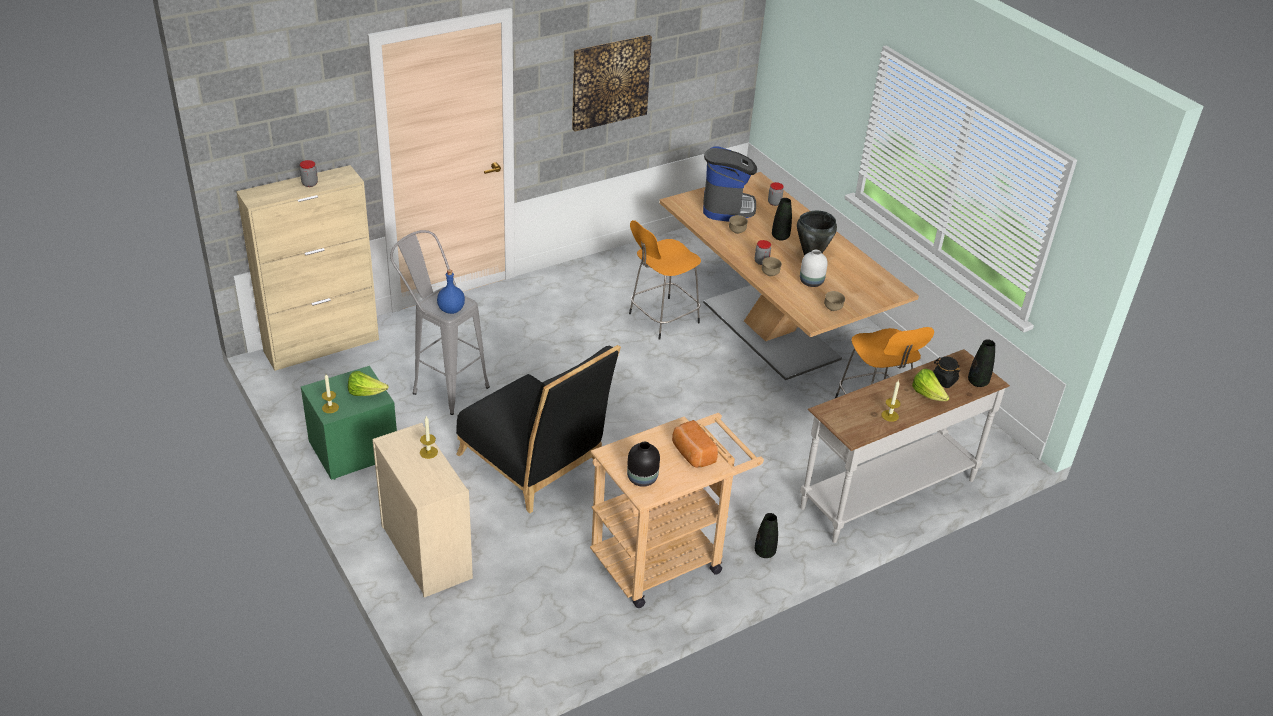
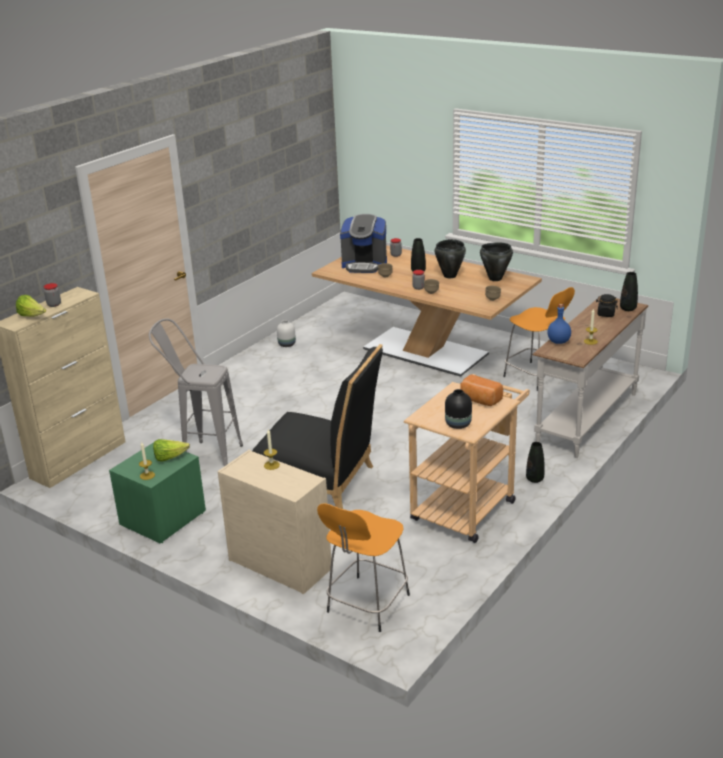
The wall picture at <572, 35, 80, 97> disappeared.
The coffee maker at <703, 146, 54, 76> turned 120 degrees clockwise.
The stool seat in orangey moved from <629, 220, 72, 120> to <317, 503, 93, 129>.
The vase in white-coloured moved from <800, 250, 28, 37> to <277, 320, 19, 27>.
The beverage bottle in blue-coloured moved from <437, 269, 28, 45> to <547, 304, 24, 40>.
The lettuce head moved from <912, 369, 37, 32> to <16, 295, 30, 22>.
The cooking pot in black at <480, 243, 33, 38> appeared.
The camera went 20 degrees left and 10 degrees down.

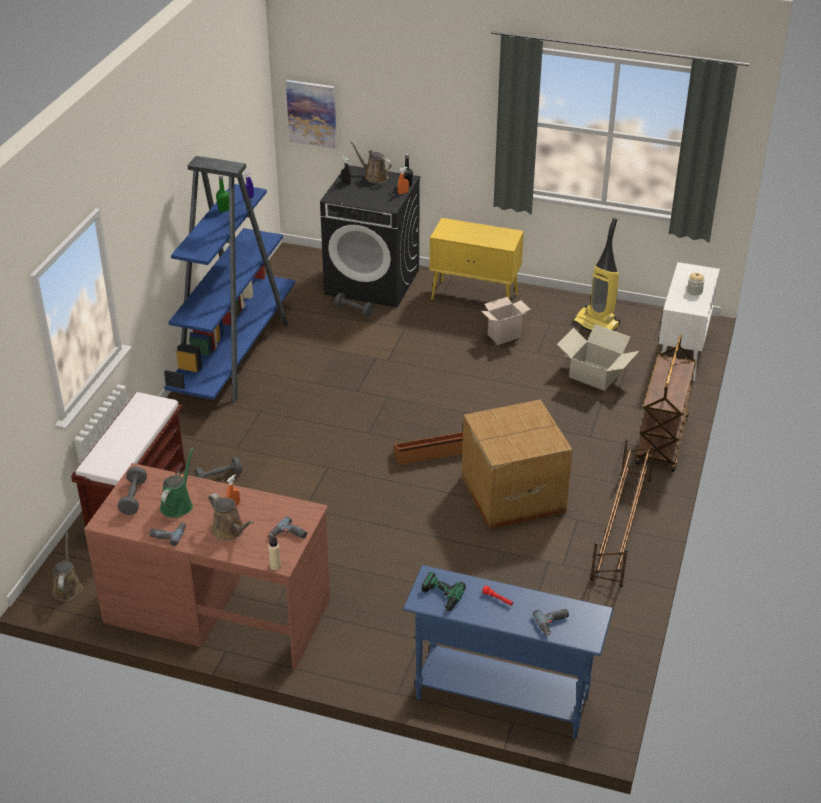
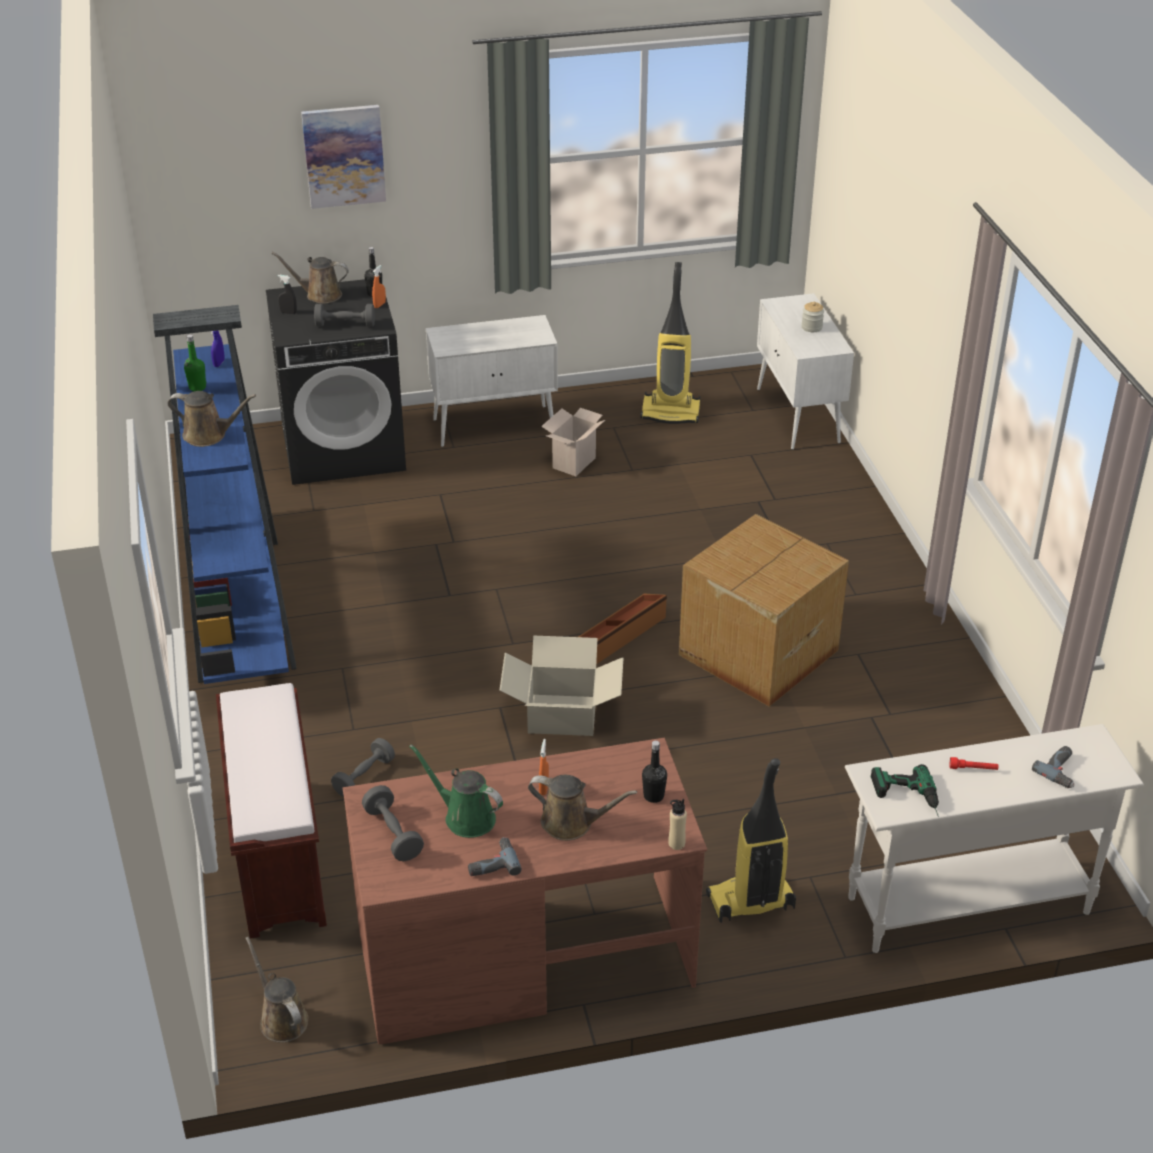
The wall picture moved from <286, 80, 51, 69> to <301, 105, 85, 104>.
The storage cabinet in yellowish at <430, 218, 94, 82> became the storage cabinet in white-coloured at <426, 315, 132, 132>.
The free weight in grey moved from <335, 293, 39, 24> to <314, 304, 61, 23>.
The packing box moved from <557, 324, 82, 67> to <499, 635, 125, 101>.
The trolley in brown-coloured at <635, 334, 61, 138> disappeared.
The shoe shelf in brown-coloured at <590, 439, 66, 148> disappeared.
The sprinkling can in greenish at <160, 448, 34, 70> turned 45 degrees counterclockwise.
The drill at <270, 516, 37, 23> was replaced by the beverage bottle in black at <642, 740, 25, 63>.
The console table in blue-coloured at <403, 565, 210, 174> became the console table in white-coloured at <845, 724, 299, 229>.
The sprinkling can in brown-coloured at <168, 391, 88, 56> appeared.
The hoover at <706, 758, 90, 165> appeared.
The camera went 30 degrees left and 0 degrees up.

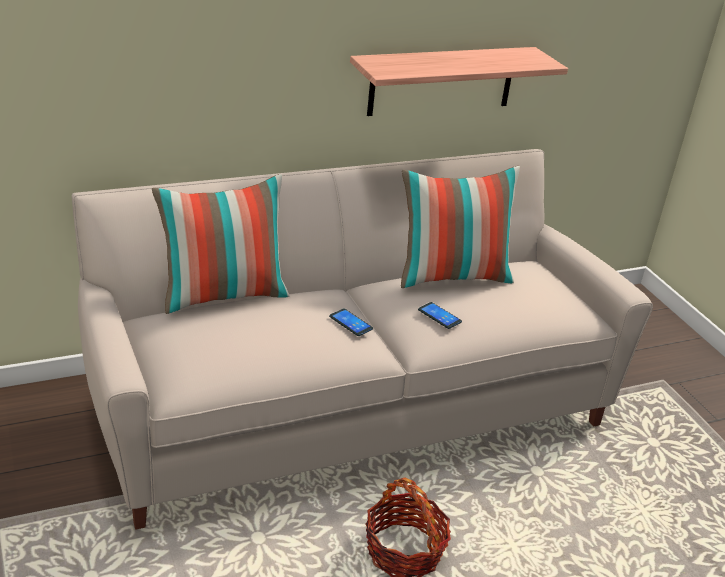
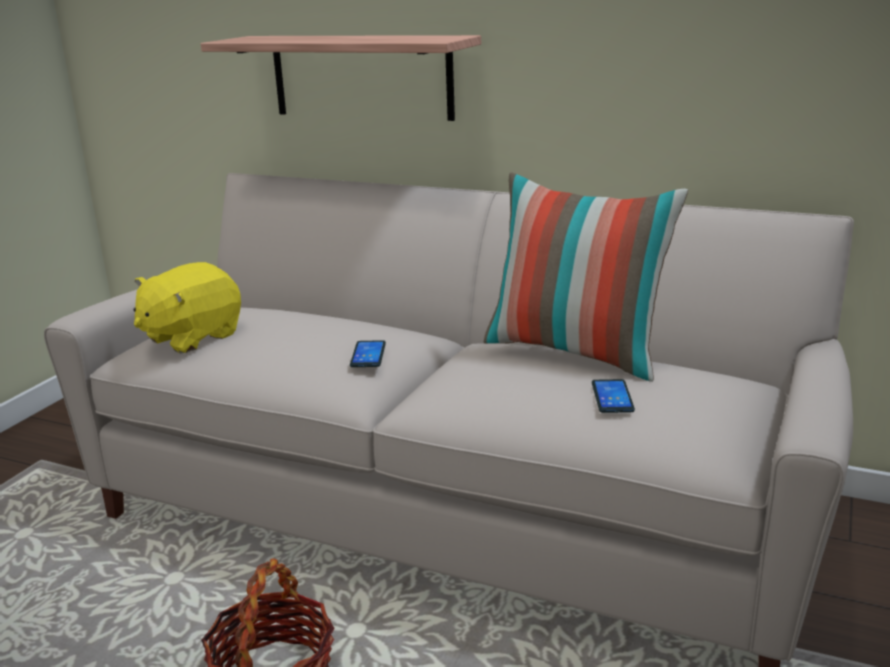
The wall shelf moved from <350, 47, 218, 69> to <201, 35, 280, 86>.
The throw pillow at <152, 174, 137, 140> disappeared.
The handset moved from <418, 302, 44, 27> to <592, 379, 43, 34>.
The cuddly toy in yellowish at <133, 262, 108, 92> appeared.
The camera went 50 degrees right and 10 degrees down.

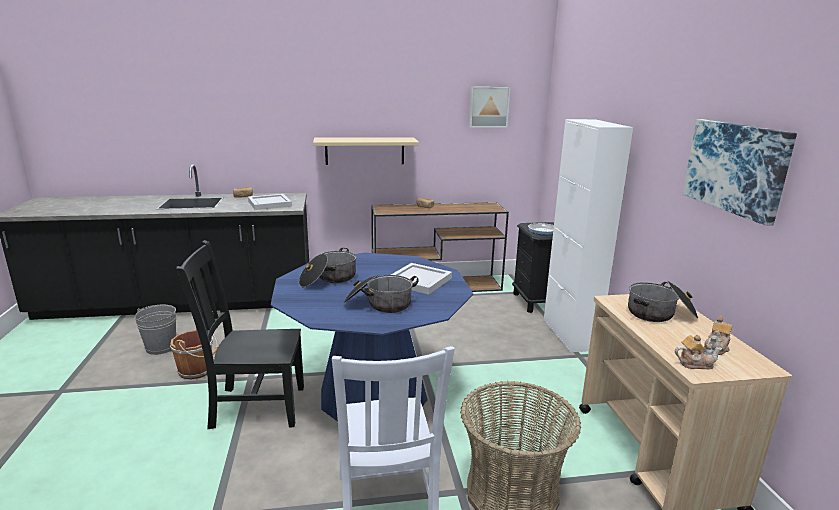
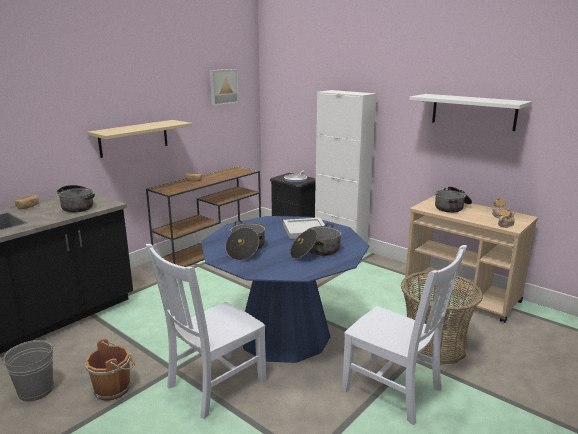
The wall picture at <682, 119, 115, 107> was replaced by the wall shelf in white-coloured at <409, 94, 123, 37>.
The tray in white-coloured at <248, 194, 44, 16> was replaced by the cooking pot at <57, 185, 38, 28>.
The upright chair in black at <176, 240, 128, 189> became the upright chair in white-coloured at <146, 244, 120, 175>.
The camera went 40 degrees left and 0 degrees up.

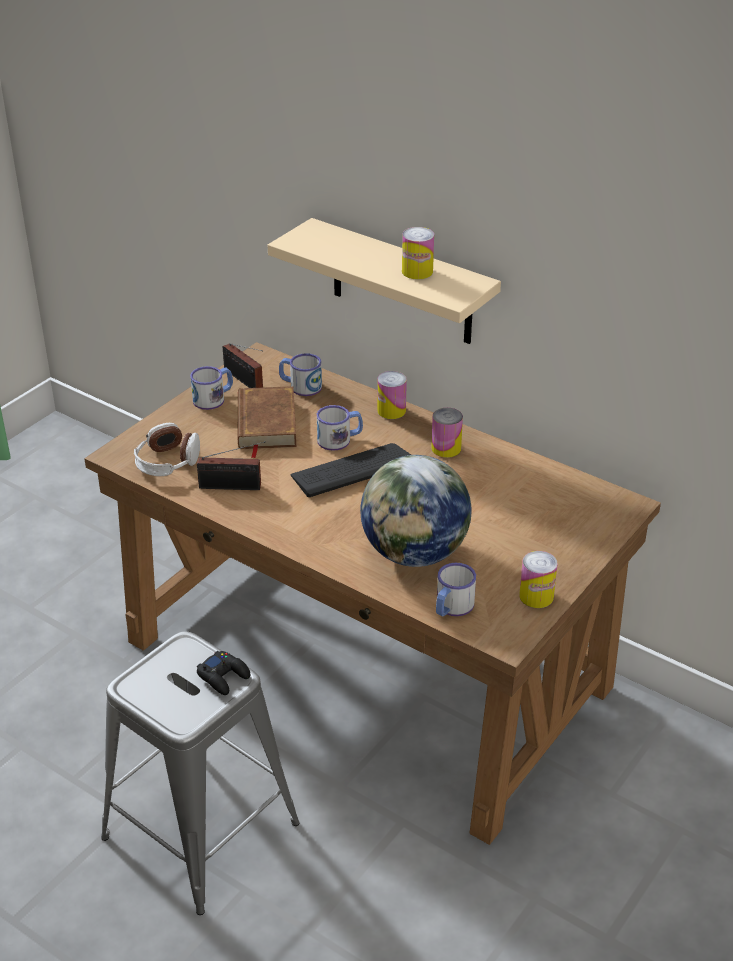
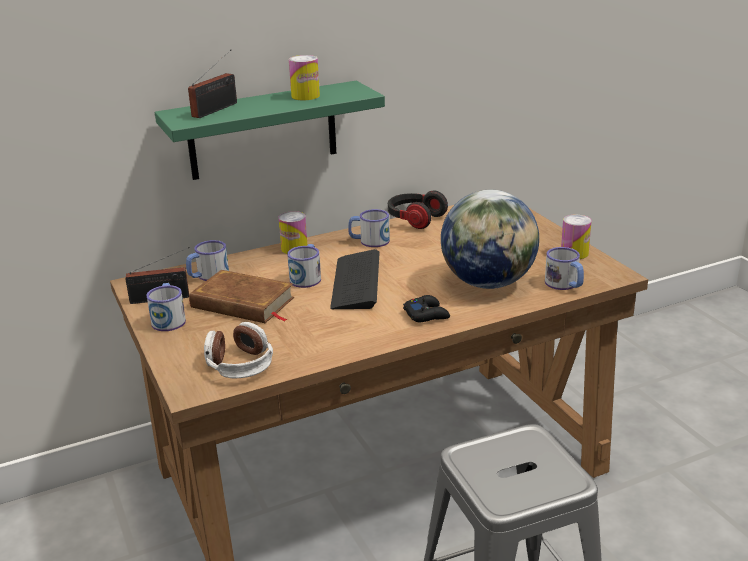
The wall shelf in sand-coloured at <268, 218, 233, 126> became the wall shelf in greenish at <155, 81, 230, 99>.
The sealed can at <431, 408, 32, 50> was replaced by the tea mug at <348, 209, 42, 38>.
The radio receiver moved from <197, 441, 69, 49> to <188, 49, 49, 69>.
The gamepad in black moved from <197, 651, 53, 44> to <403, 295, 47, 27>.
The headset at <388, 190, 60, 39> appeared.
The camera went 60 degrees left and 10 degrees down.

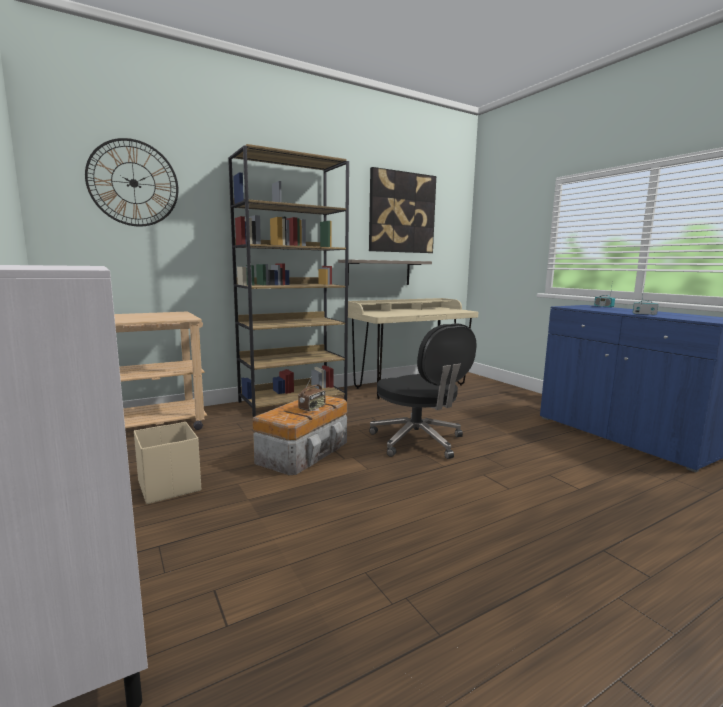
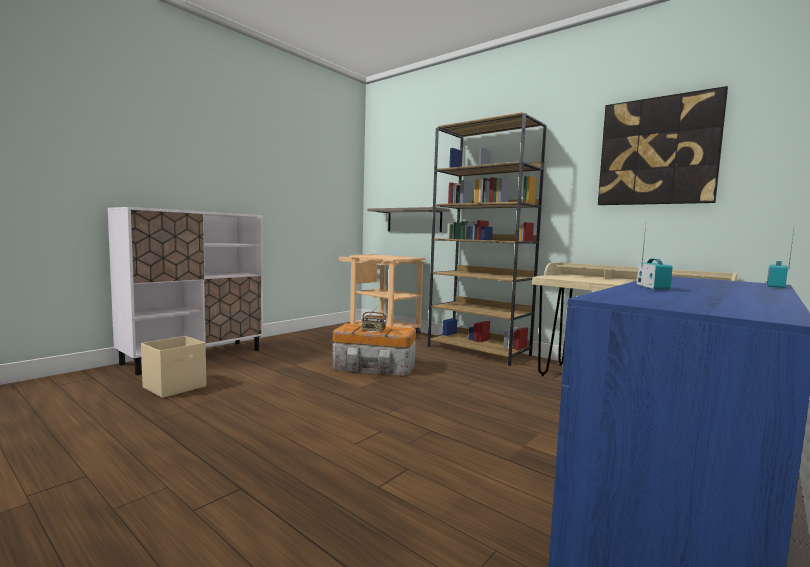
The clock on the wall at <85, 138, 93, 89> disappeared.
The wall shelf moved from <338, 260, 94, 26> to <368, 207, 82, 26>.
The office chair in black at <369, 323, 108, 136> disappeared.
The storage container in sand-coloured moved from <134, 422, 67, 82> to <141, 336, 65, 62>.
The camera went 70 degrees right and 5 degrees down.

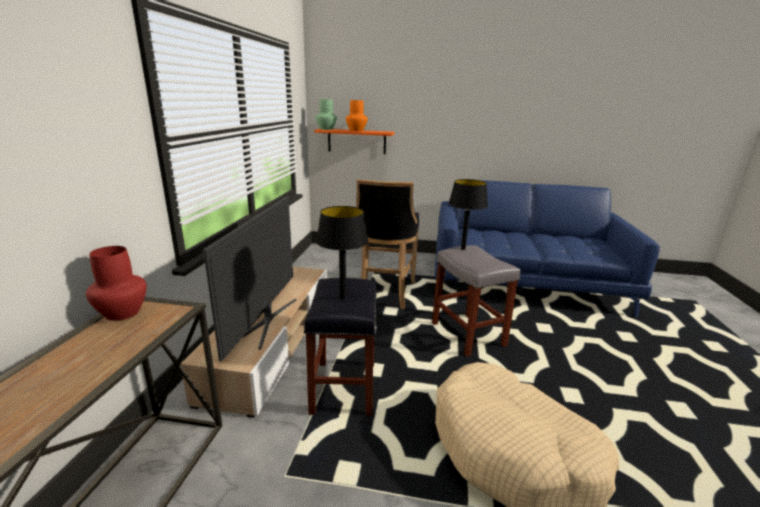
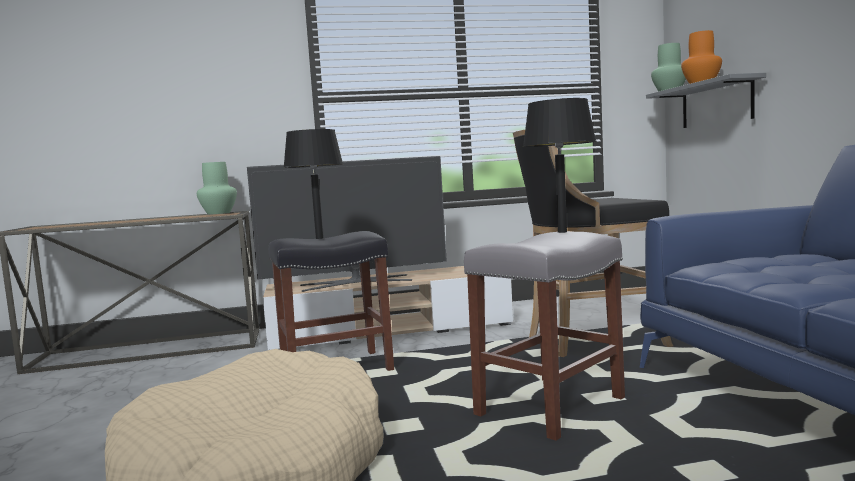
The wall shelf in orangey at <314, 129, 81, 25> became the wall shelf in grey at <646, 73, 120, 55>.
The vase in red-coloured at <86, 246, 61, 75> became the vase in greenish at <197, 162, 40, 52>.
The camera went 70 degrees right and 15 degrees down.

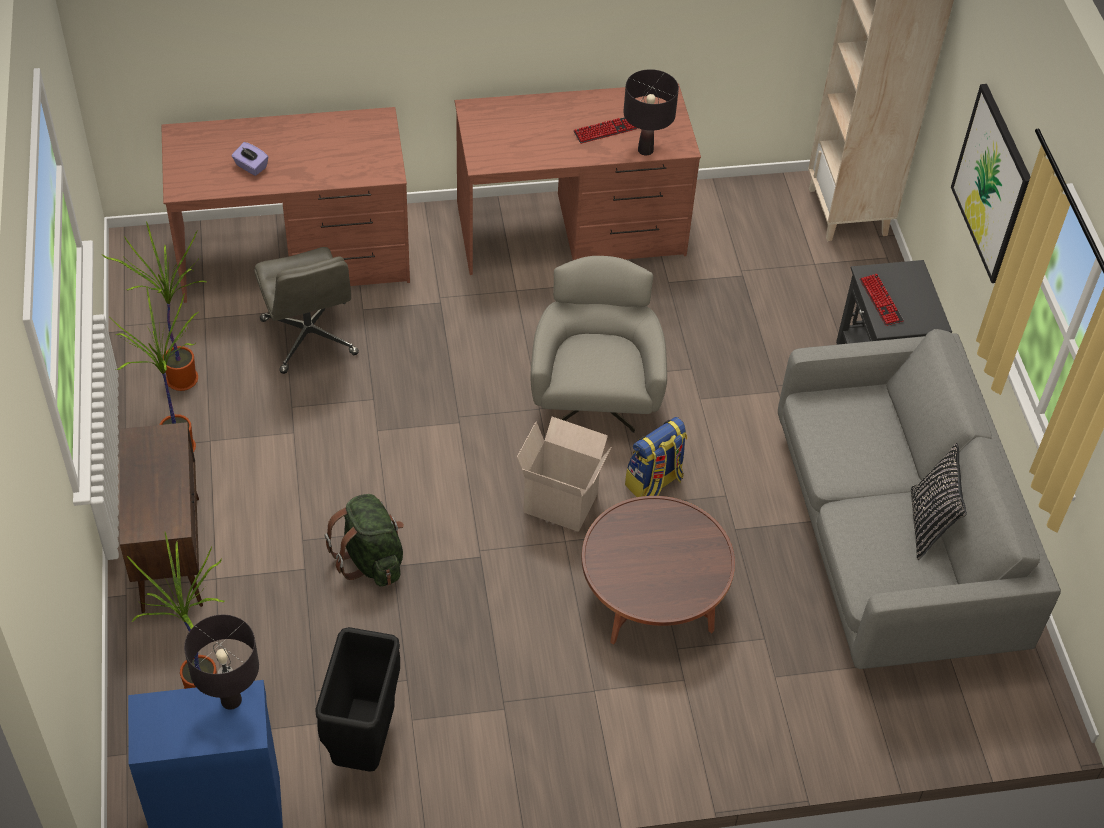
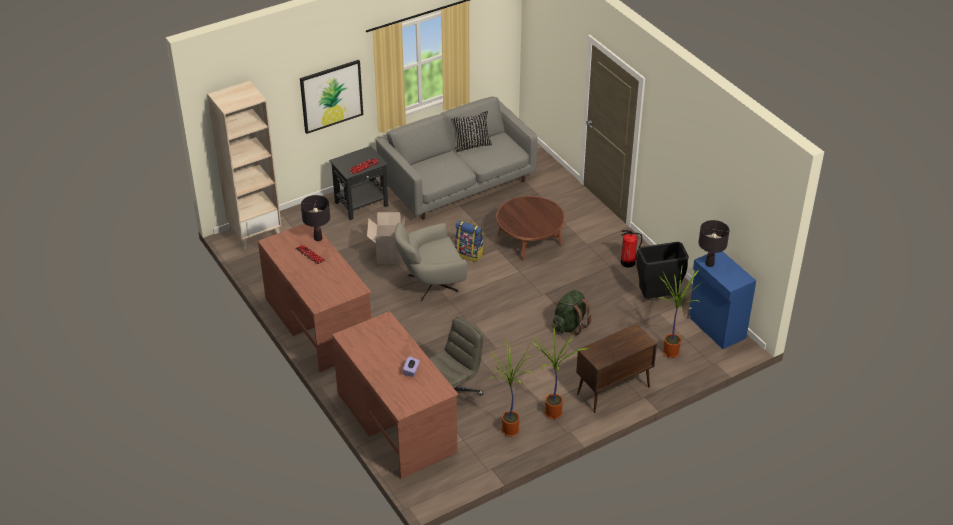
The packing box moved from <517, 417, 94, 115> to <367, 212, 38, 52>.
The fire extinguisher at <621, 230, 21, 38> appeared.
The camera went 110 degrees left and 10 degrees down.

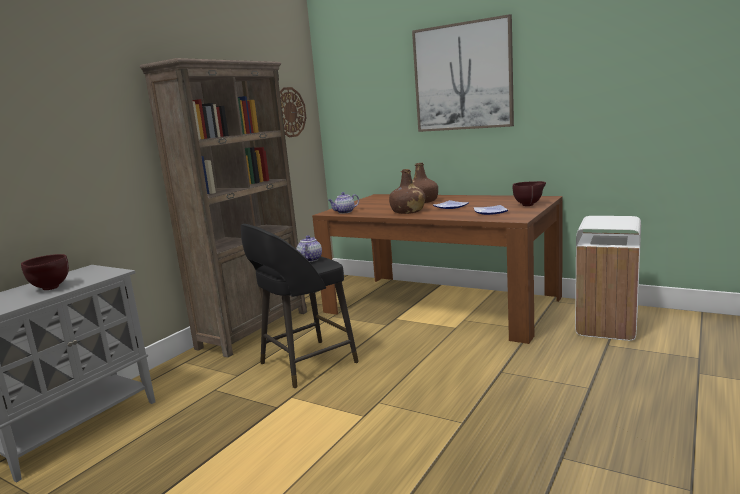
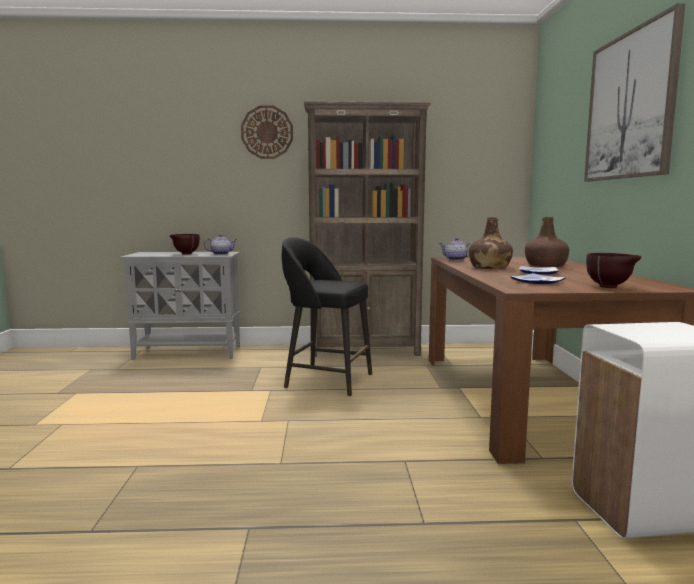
The clock on the wall moved from <280, 87, 27, 50> to <241, 105, 52, 54>.
The teapot moved from <296, 235, 26, 27> to <204, 234, 33, 21>.
The camera went 55 degrees right and 5 degrees down.

